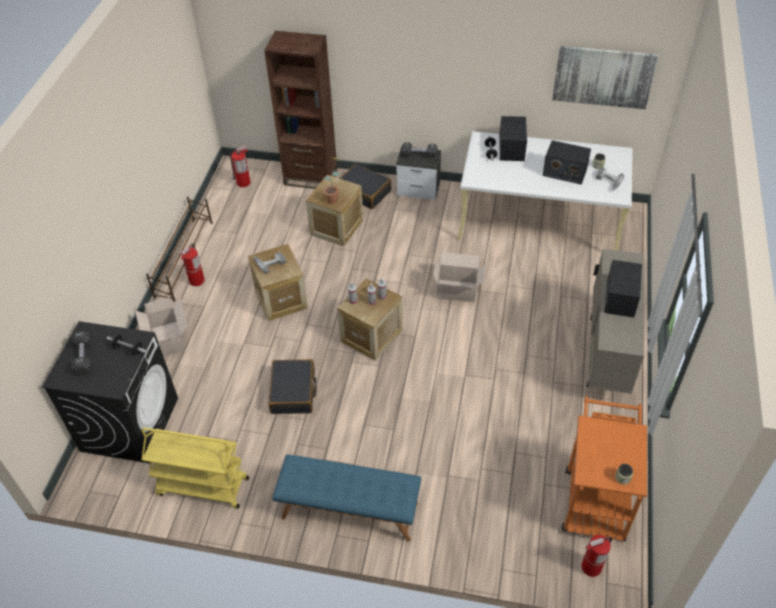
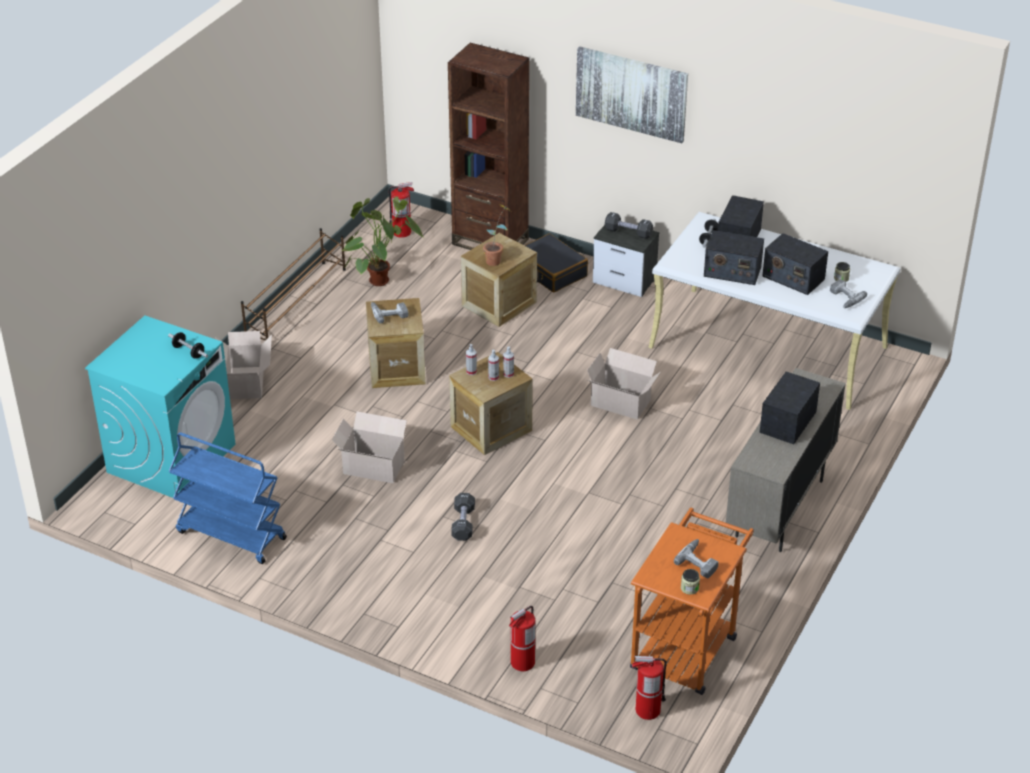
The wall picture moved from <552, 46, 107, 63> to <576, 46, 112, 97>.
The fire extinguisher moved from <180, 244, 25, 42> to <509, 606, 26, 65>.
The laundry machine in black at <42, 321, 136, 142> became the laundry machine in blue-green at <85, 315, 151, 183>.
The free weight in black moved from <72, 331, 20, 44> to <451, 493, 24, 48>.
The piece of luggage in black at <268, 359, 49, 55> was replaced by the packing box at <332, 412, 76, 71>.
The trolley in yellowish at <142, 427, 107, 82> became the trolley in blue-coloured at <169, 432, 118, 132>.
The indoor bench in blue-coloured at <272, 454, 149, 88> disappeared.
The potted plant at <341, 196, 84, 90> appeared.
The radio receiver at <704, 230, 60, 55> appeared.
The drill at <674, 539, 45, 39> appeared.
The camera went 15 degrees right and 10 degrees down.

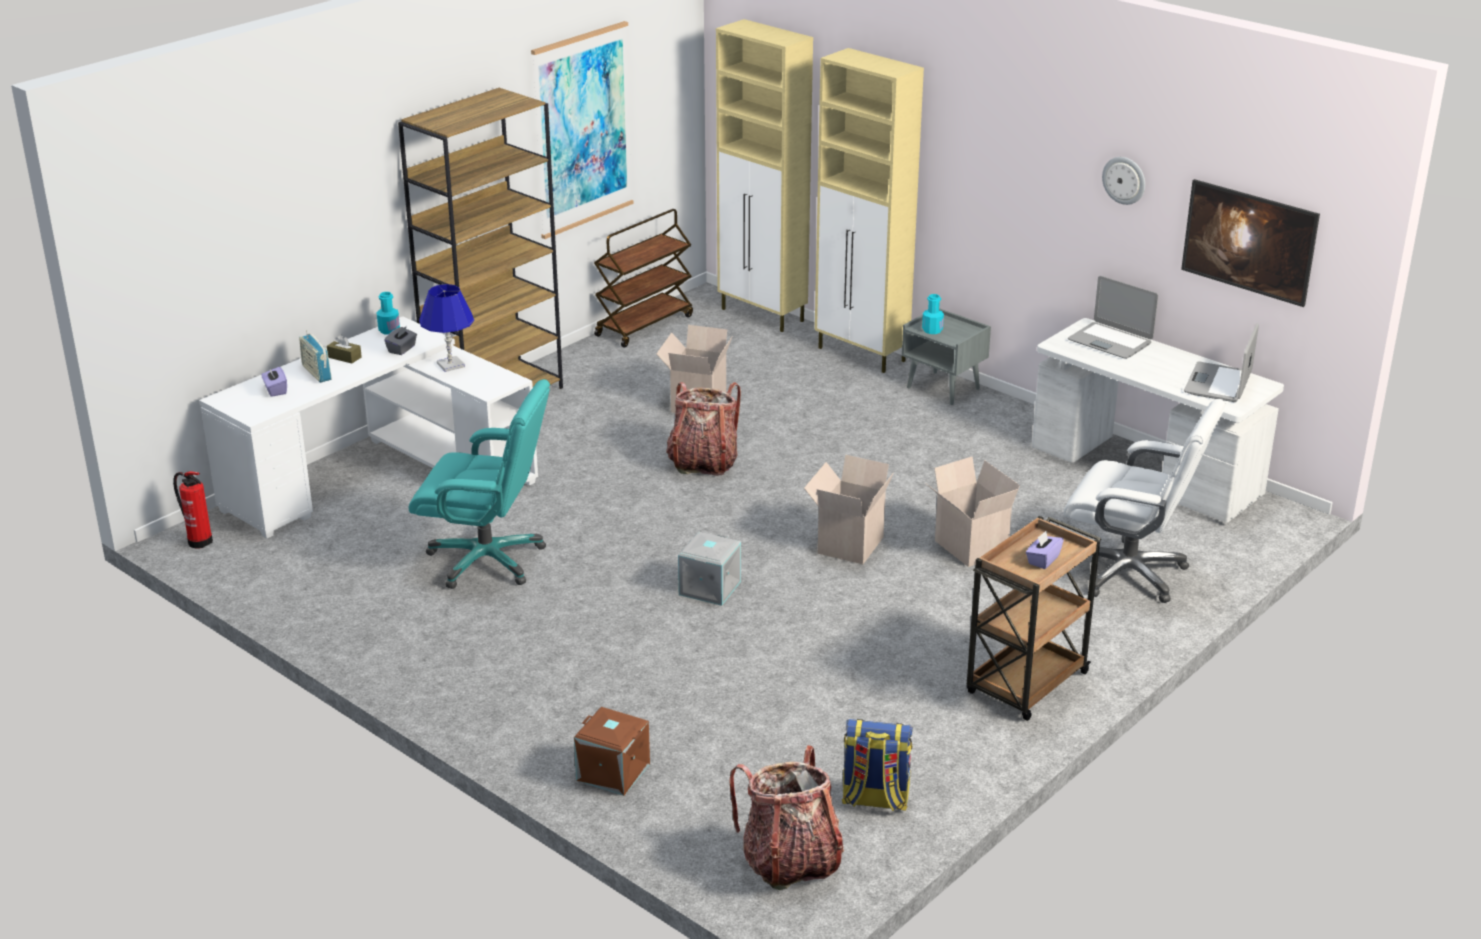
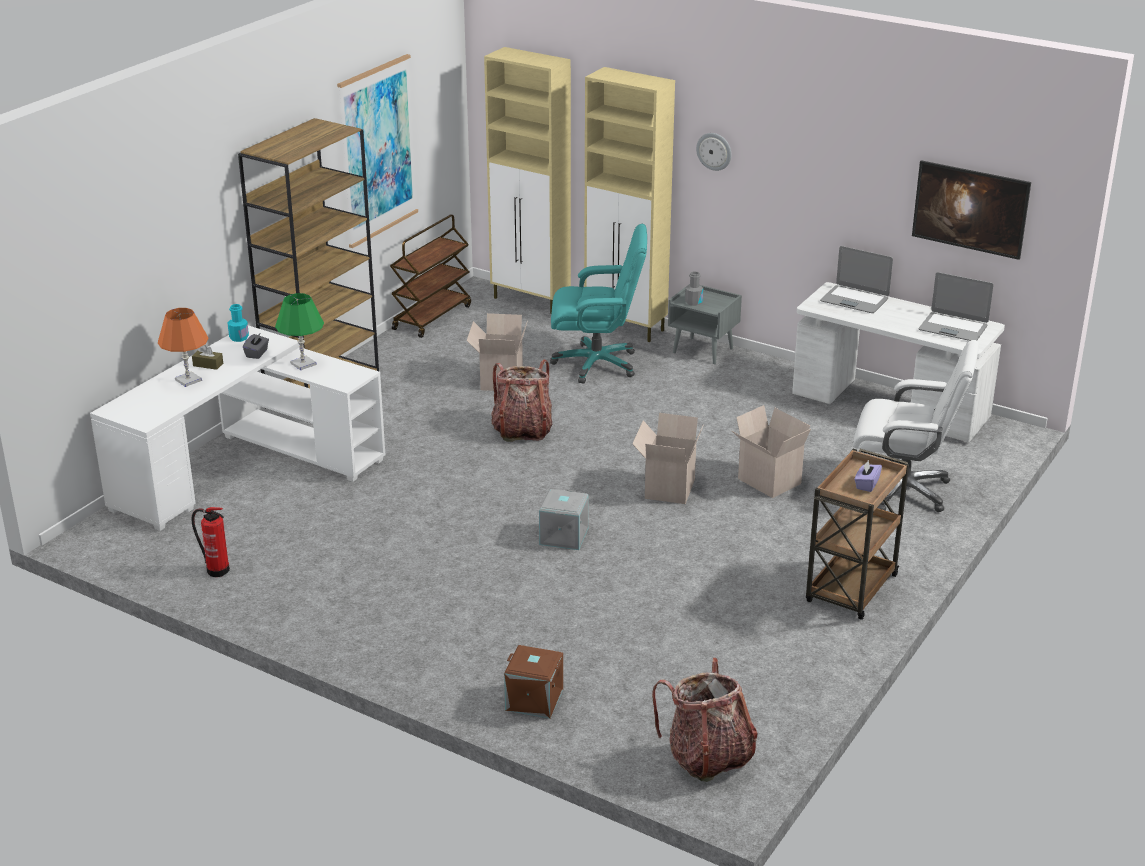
The clock on the wall moved from <1102, 157, 43, 48> to <696, 133, 35, 38>.
The table lamp in blue-coloured at <419, 284, 55, 88> became the table lamp in greenish at <275, 293, 49, 77>.
The beverage bottle in blue-green at <922, 294, 22, 40> became the beverage bottle in grey at <685, 271, 18, 35>.
The laptop at <1184, 323, 75, 79> turned 75 degrees counterclockwise.
The radio receiver at <299, 330, 33, 53> was replaced by the table lamp in orangey at <158, 308, 50, 79>.
The tissue holder in purple-coloured at <261, 367, 26, 30> disappeared.
The office chair in blue-green moved from <409, 379, 141, 210> to <550, 224, 97, 159>.
The fire extinguisher moved from <173, 471, 40, 78> to <191, 507, 39, 70>.
The rucksack at <842, 719, 71, 92> disappeared.
The camera went 10 degrees left and 0 degrees up.

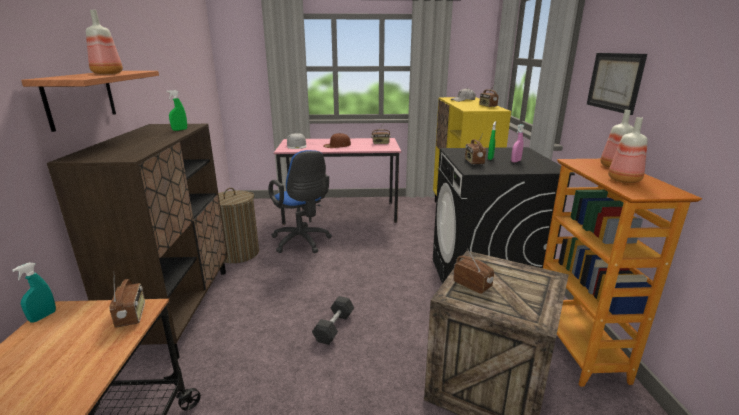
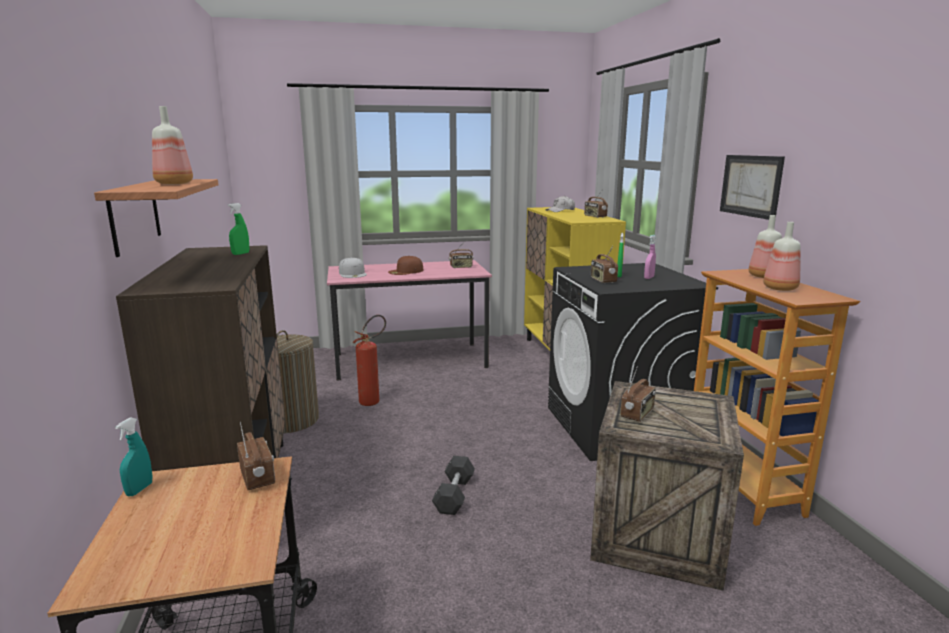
The office chair in blue-coloured at <269, 150, 63, 103> was replaced by the fire extinguisher at <353, 315, 33, 91>.
The radio receiver at <453, 248, 41, 46> turned 90 degrees clockwise.
The camera went 10 degrees left and 5 degrees down.

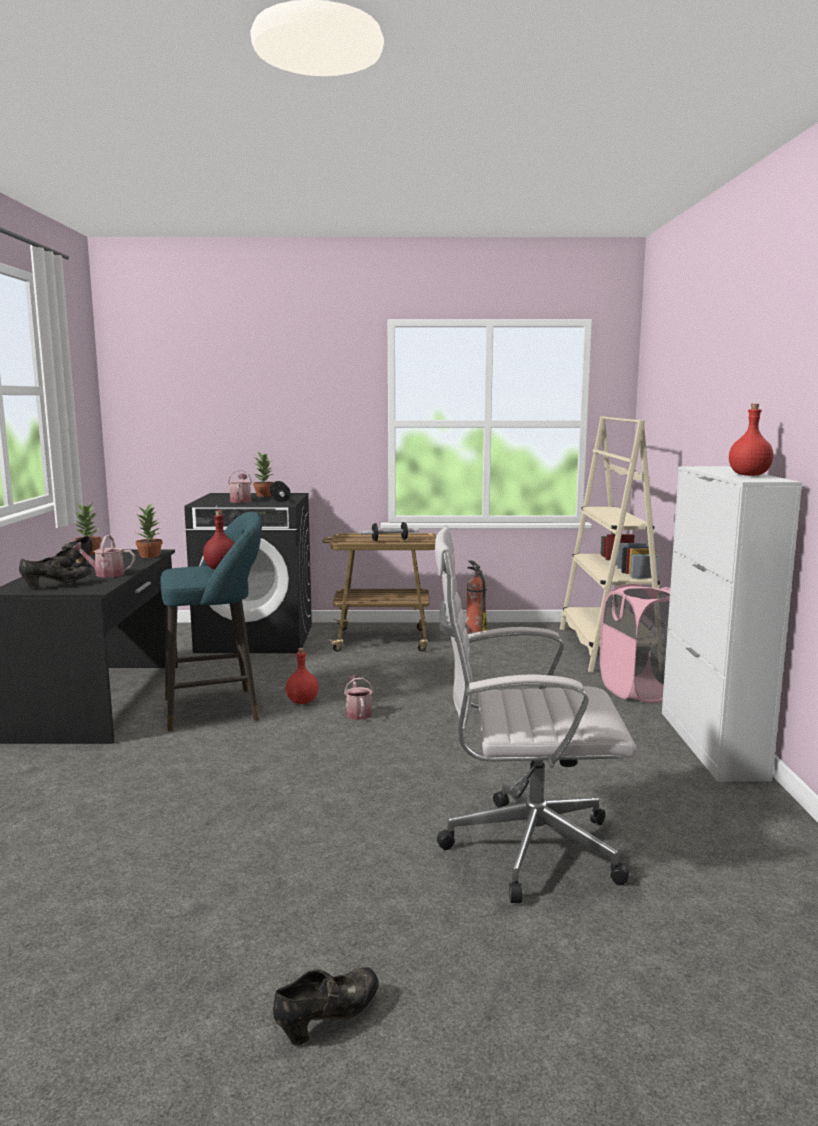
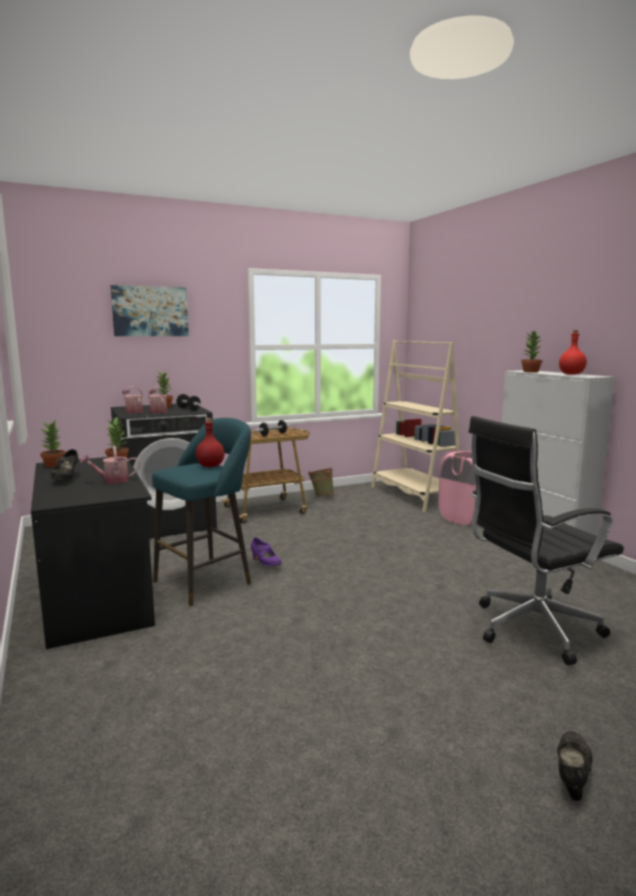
The office chair in white-coloured at <435, 527, 202, 376> became the office chair in black at <469, 416, 155, 249>.
The item of footwear in black at <19, 557, 73, 33> disappeared.
The fire extinguisher at <466, 560, 21, 74> was replaced by the bucket in greenish at <308, 468, 26, 29>.
The beverage bottle in red-coloured at <286, 648, 33, 56> was replaced by the item of footwear in purple-coloured at <251, 537, 31, 29>.
The sprinkling can moved from <344, 675, 29, 45> to <122, 386, 21, 27>.
The wall picture at <110, 285, 79, 51> appeared.
The potted plant at <521, 331, 22, 42> appeared.
The camera went 25 degrees left and 0 degrees up.

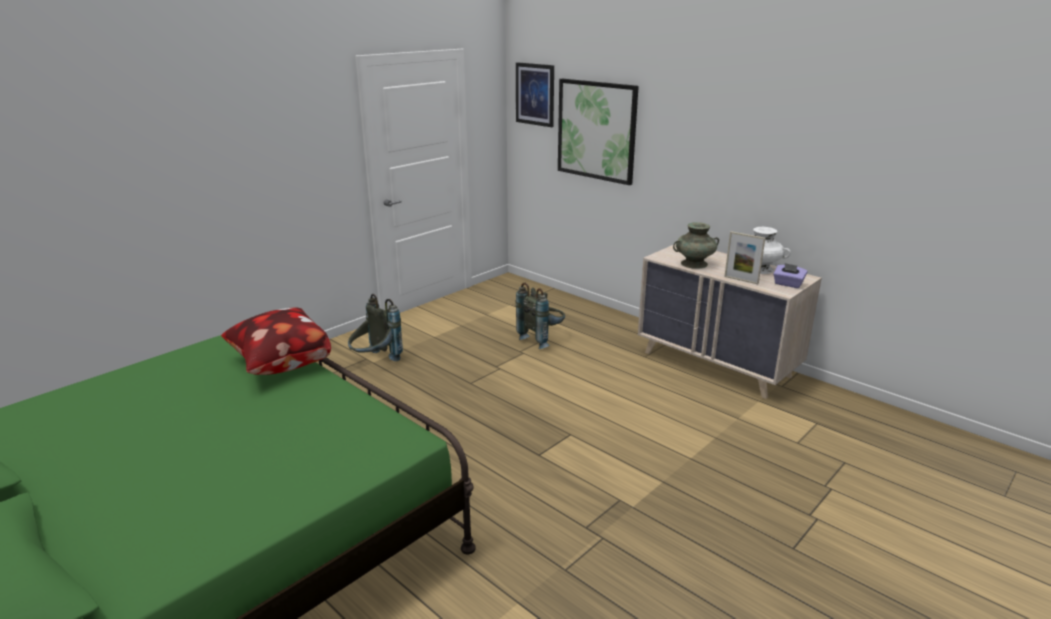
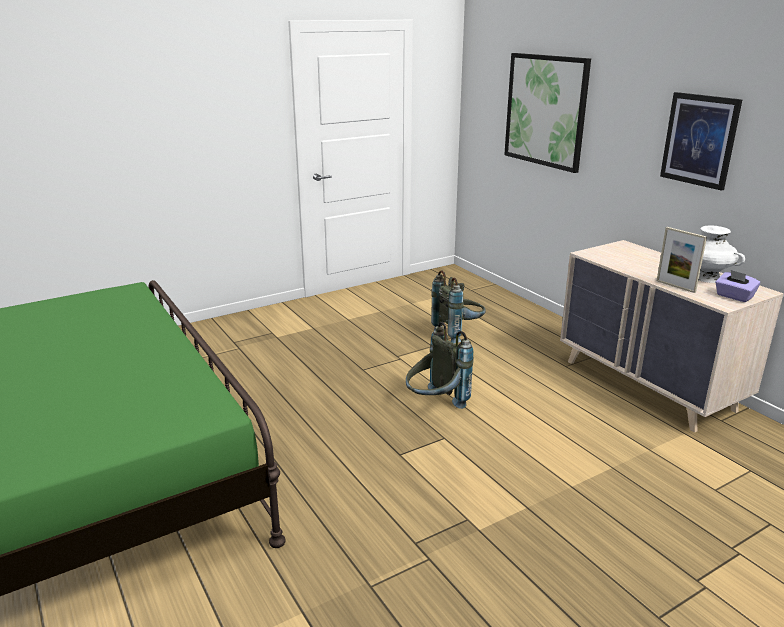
The wall picture moved from <516, 62, 38, 65> to <660, 92, 82, 99>.
The vase in blue-green at <673, 222, 46, 47> disappeared.
The rucksack in grey moved from <348, 294, 55, 67> to <406, 322, 68, 87>.
The throw pillow at <221, 308, 110, 67> disappeared.
The camera went 15 degrees right and 0 degrees up.

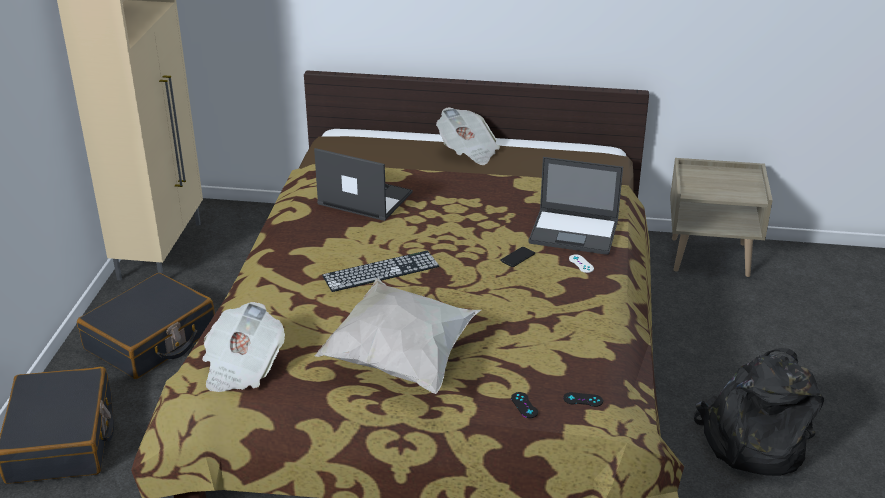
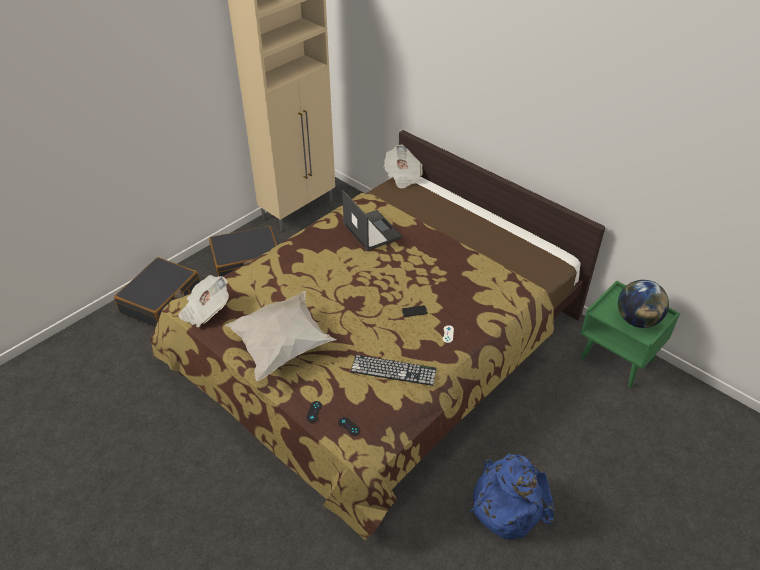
The newspaper moved from <436, 107, 64, 58> to <384, 145, 39, 44>.
The laptop at <528, 157, 95, 98> disappeared.
The bedside table in sand-coloured at <670, 158, 103, 119> became the bedside table in greenish at <581, 281, 99, 107>.
The PC keyboard moved from <322, 251, 117, 41> to <350, 355, 87, 31>.
The rucksack in black at <694, 348, 130, 128> became the rucksack in blue-coloured at <469, 453, 85, 86>.
The globe at <618, 280, 51, 48> appeared.
The camera went 35 degrees right and 10 degrees up.

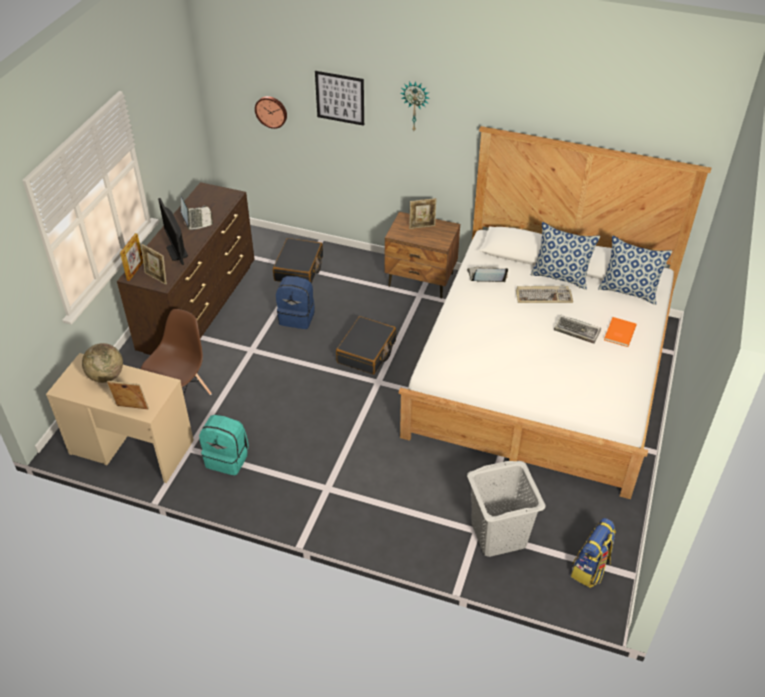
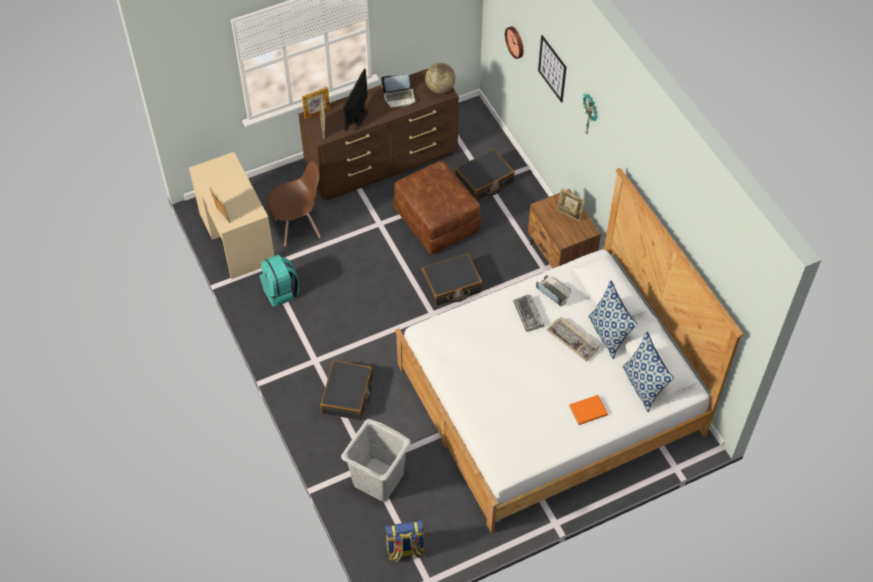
The laptop at <180, 197, 33, 33> turned 45 degrees clockwise.
The rucksack in blue-coloured at <276, 276, 39, 53> was replaced by the footrest in brown-coloured at <393, 161, 88, 94>.
The PC keyboard moved from <554, 315, 47, 29> to <513, 295, 31, 37>.
The globe moved from <82, 343, 41, 40> to <425, 63, 31, 31>.
The piece of luggage in black at <320, 360, 53, 60> appeared.
The camera went 45 degrees right and 10 degrees up.

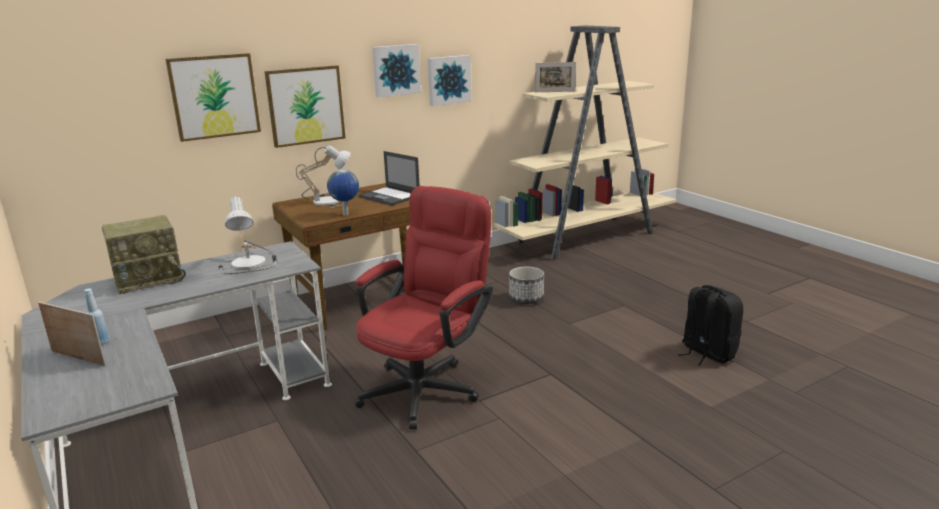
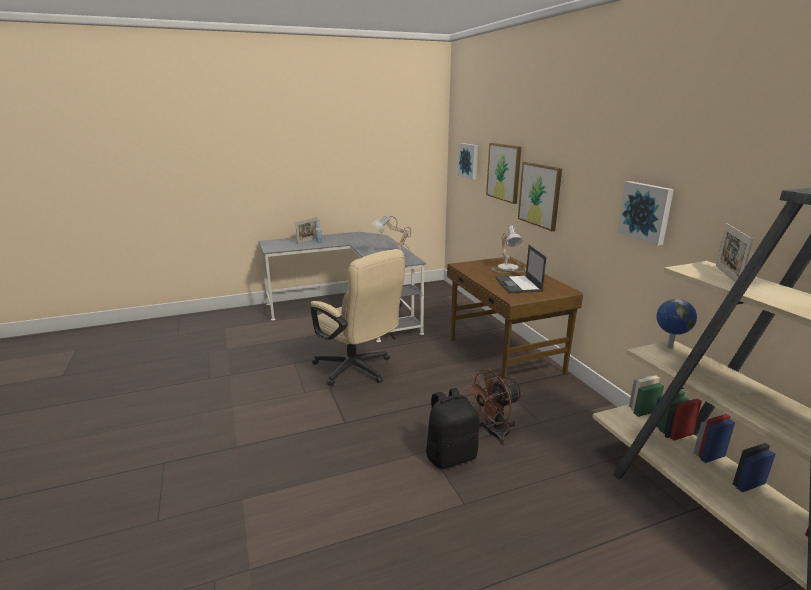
The wall picture moved from <372, 44, 49, 54> to <458, 143, 20, 37>.
The laptop at <358, 151, 62, 55> turned 60 degrees counterclockwise.
The globe moved from <327, 170, 32, 46> to <656, 299, 41, 50>.
The office chair in red-coloured at <355, 186, 138, 243> became the office chair in sand-coloured at <310, 249, 95, 137>.
The radio receiver at <102, 215, 84, 79> disappeared.
The planter at <509, 267, 35, 37> was replaced by the cooling fan in brown-coloured at <465, 369, 58, 76>.
The rucksack in black moved from <679, 285, 64, 81> to <426, 388, 53, 81>.
The camera went 100 degrees right and 0 degrees up.

